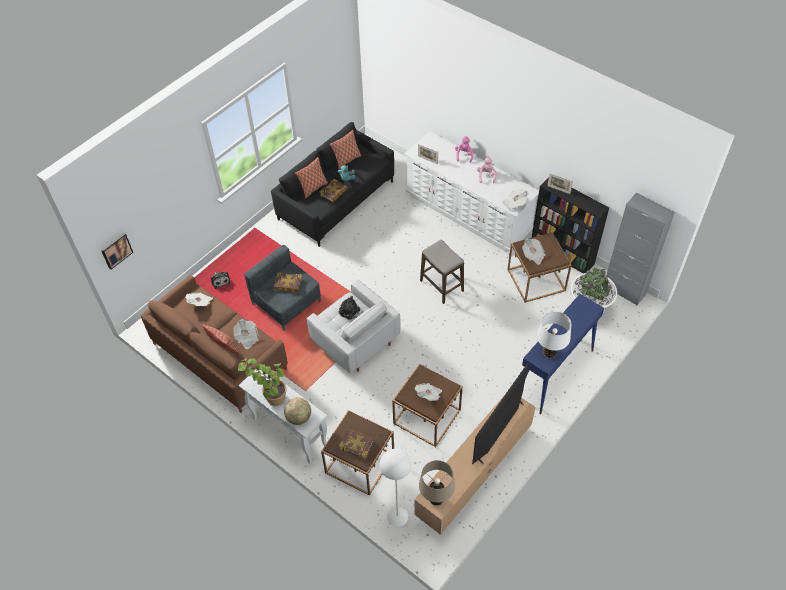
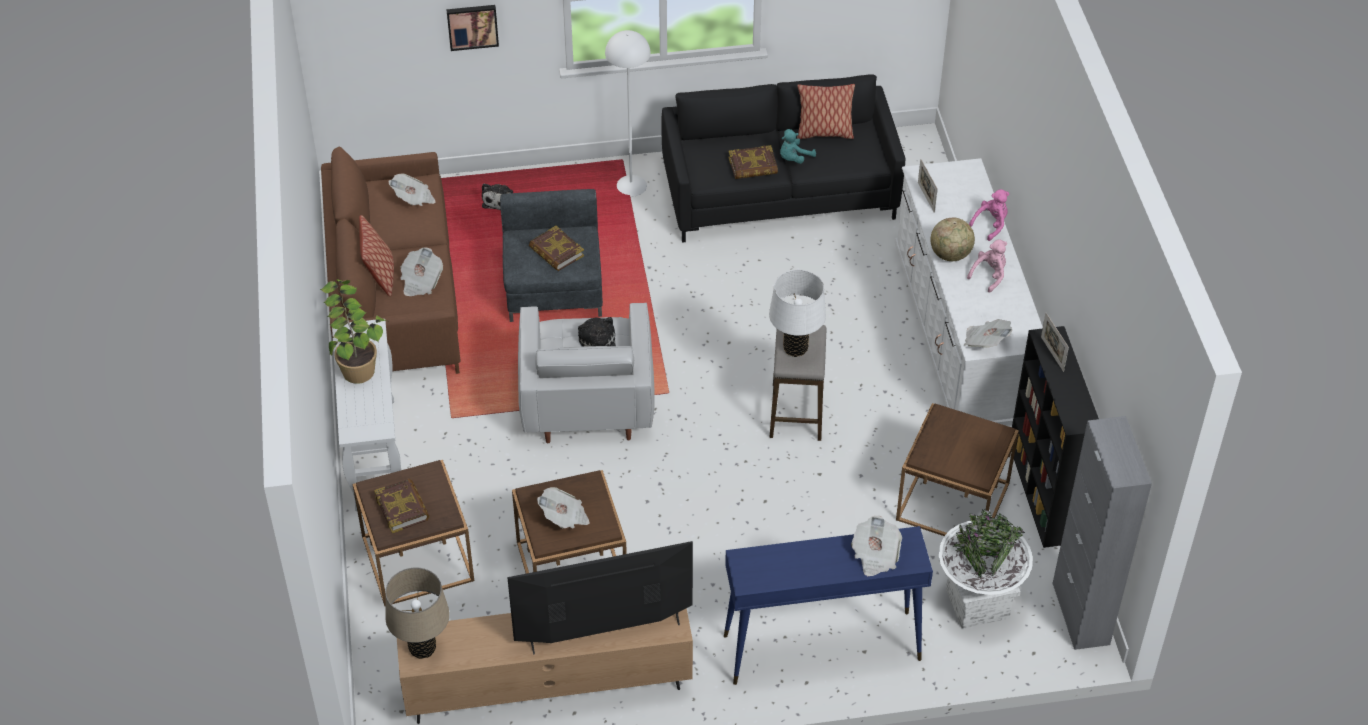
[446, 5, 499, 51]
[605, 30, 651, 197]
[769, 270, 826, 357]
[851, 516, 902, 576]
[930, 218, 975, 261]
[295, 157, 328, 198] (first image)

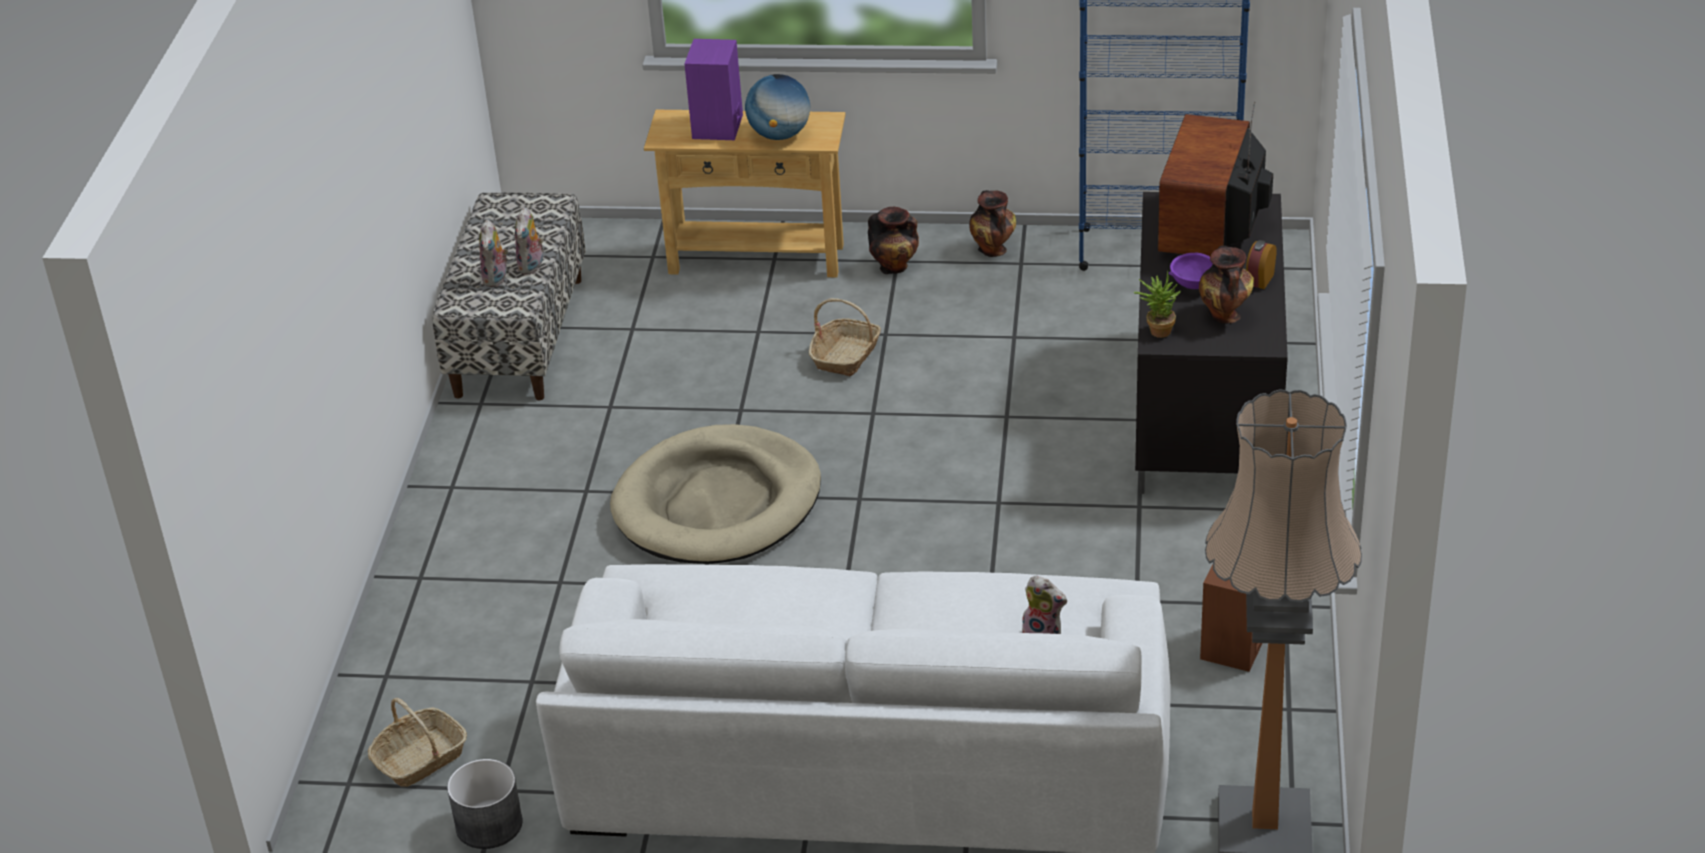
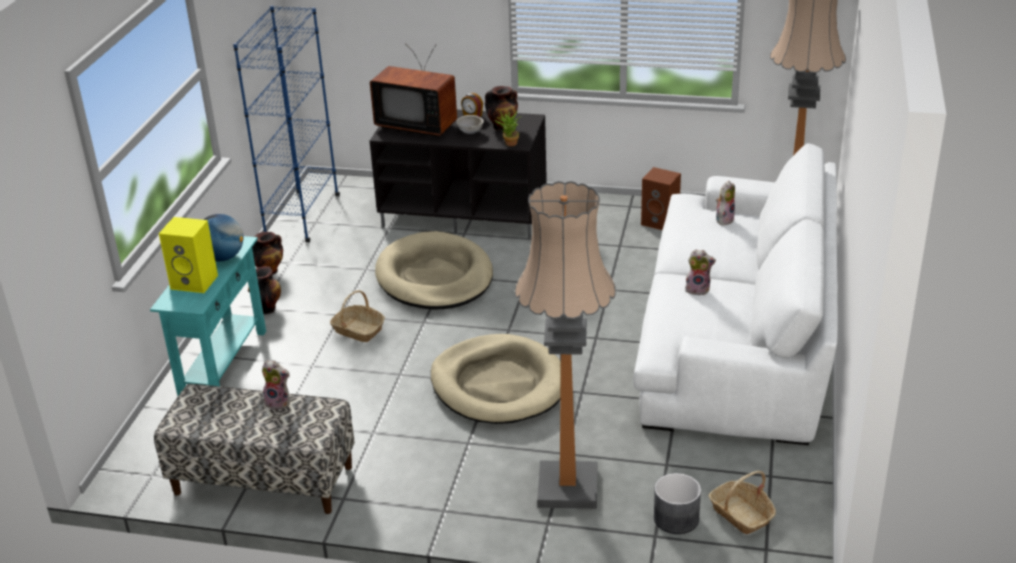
[150, 236, 266, 396]
[159, 217, 218, 293]
[375, 231, 493, 310]
[456, 115, 484, 134]
[515, 181, 616, 509]
[654, 473, 701, 534]
[685, 249, 716, 295]

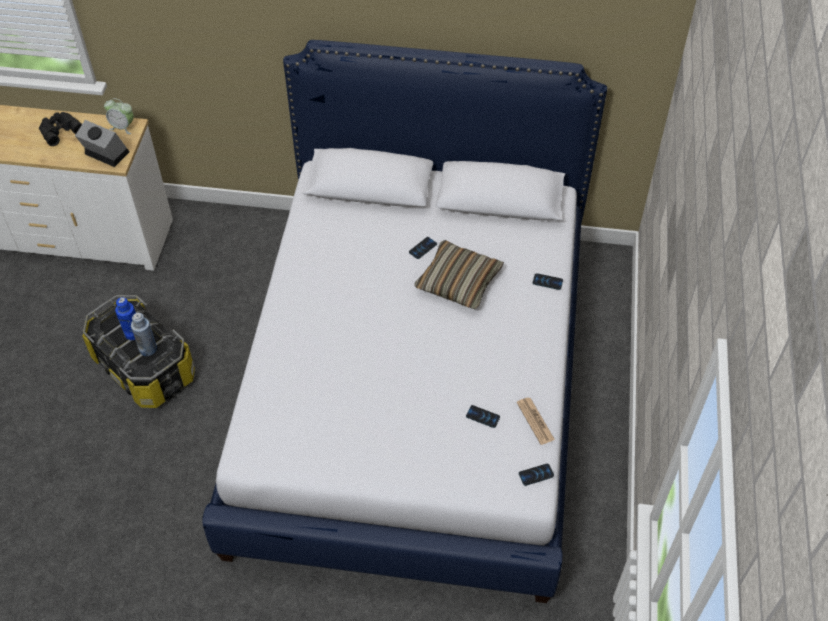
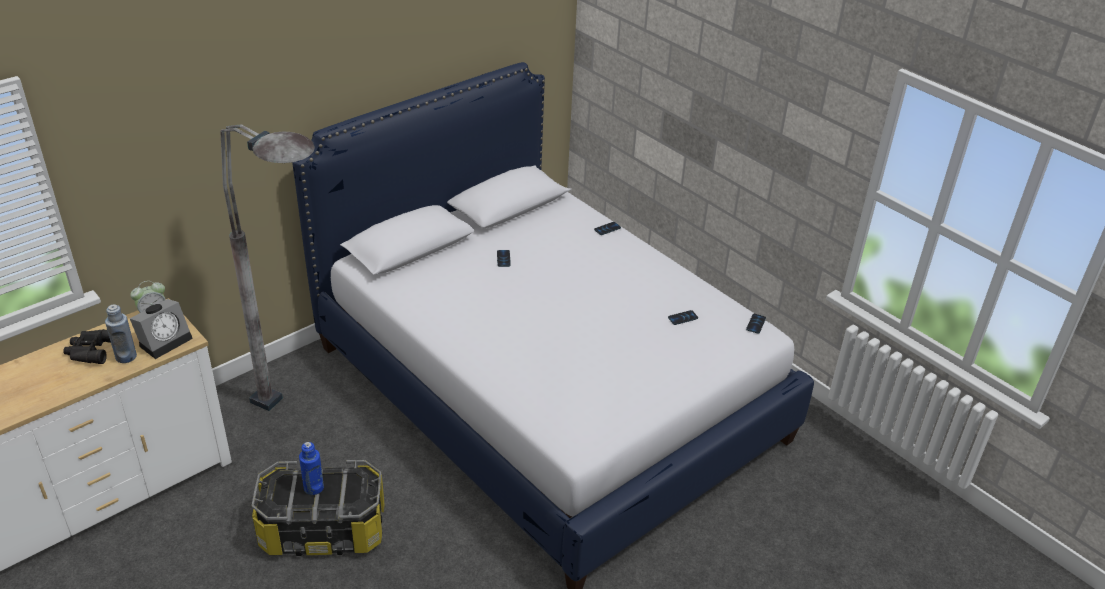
[105, 304, 137, 363]
[130, 299, 193, 359]
[220, 124, 315, 411]
[414, 240, 504, 309] (first image)
[516, 397, 555, 445] (first image)

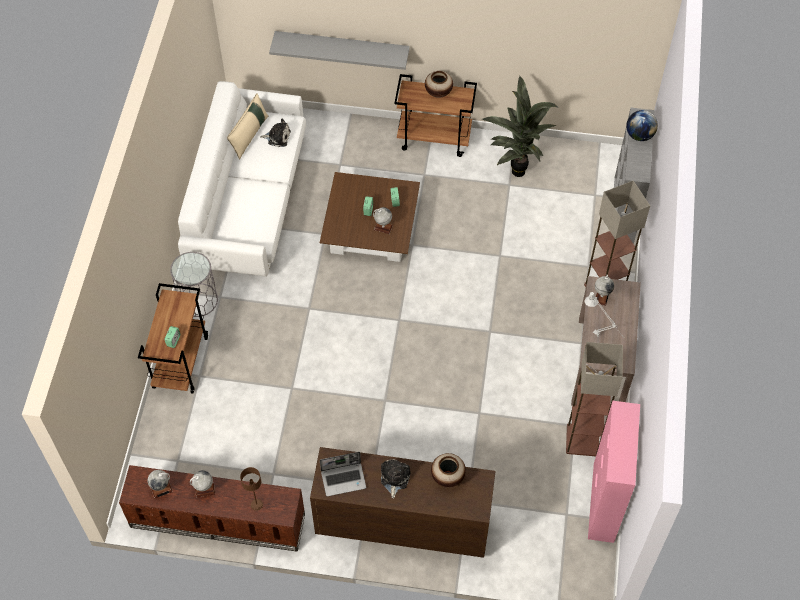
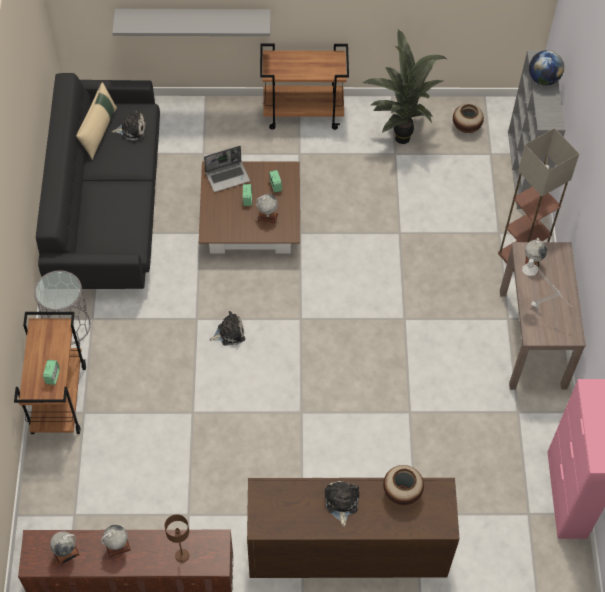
[36, 73, 160, 289]
[204, 146, 250, 192]
[210, 311, 245, 346]
[453, 104, 484, 133]
[566, 342, 623, 456] (first image)

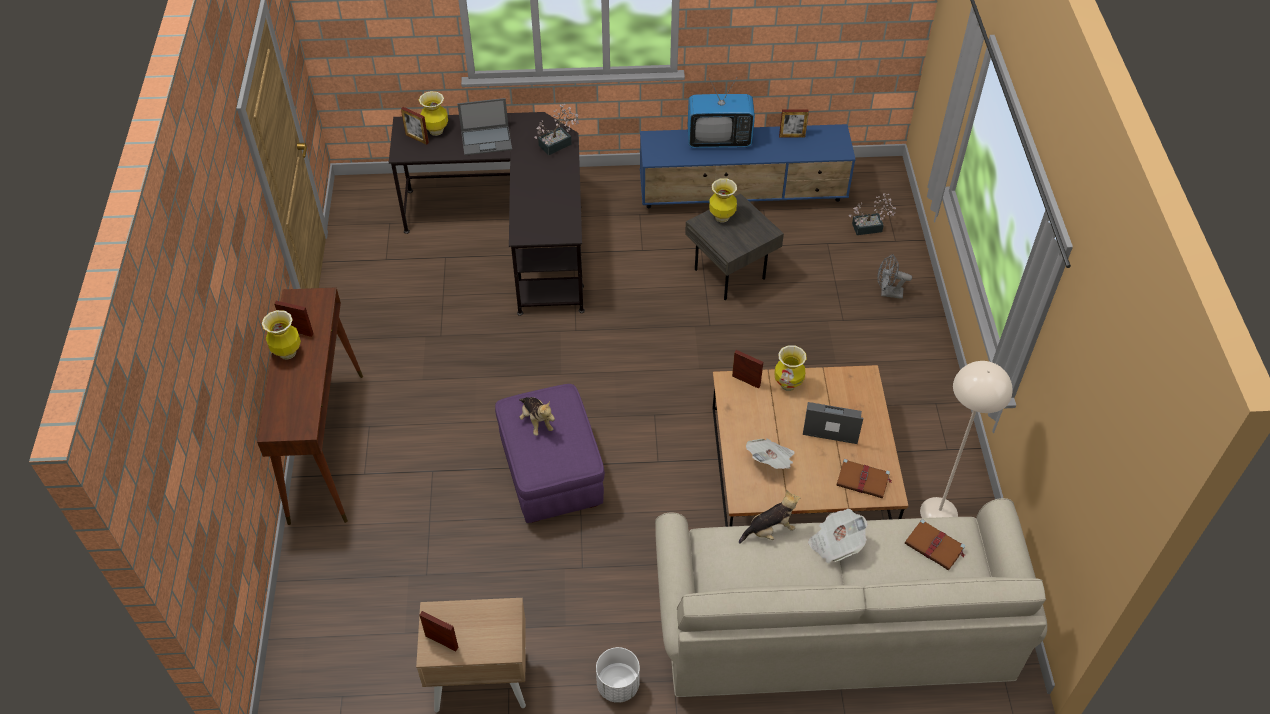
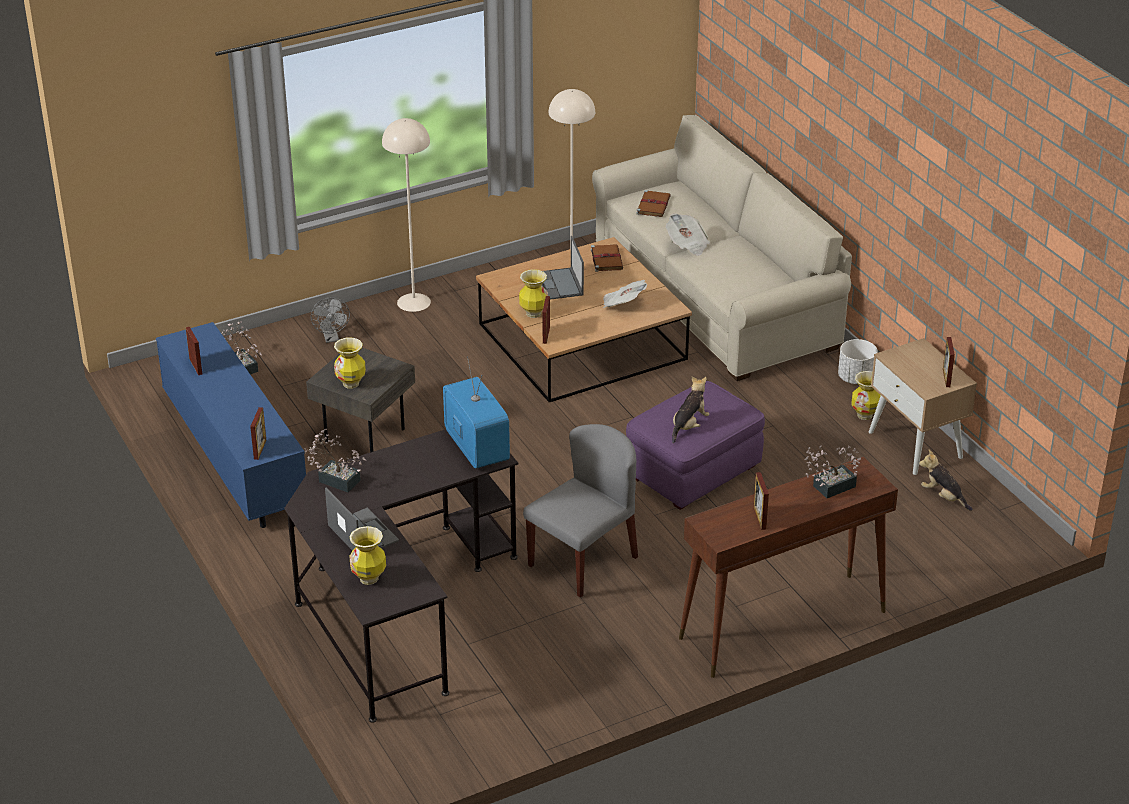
[250, 407, 266, 460]
[382, 118, 431, 312]
[443, 357, 510, 469]
[523, 424, 638, 598]
[804, 445, 861, 498]
[851, 371, 881, 420]
[919, 449, 973, 511]

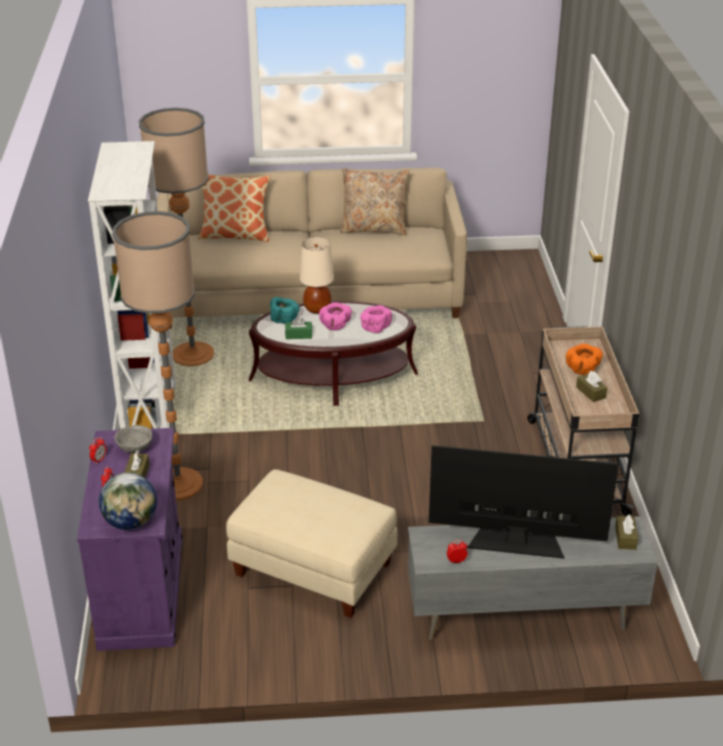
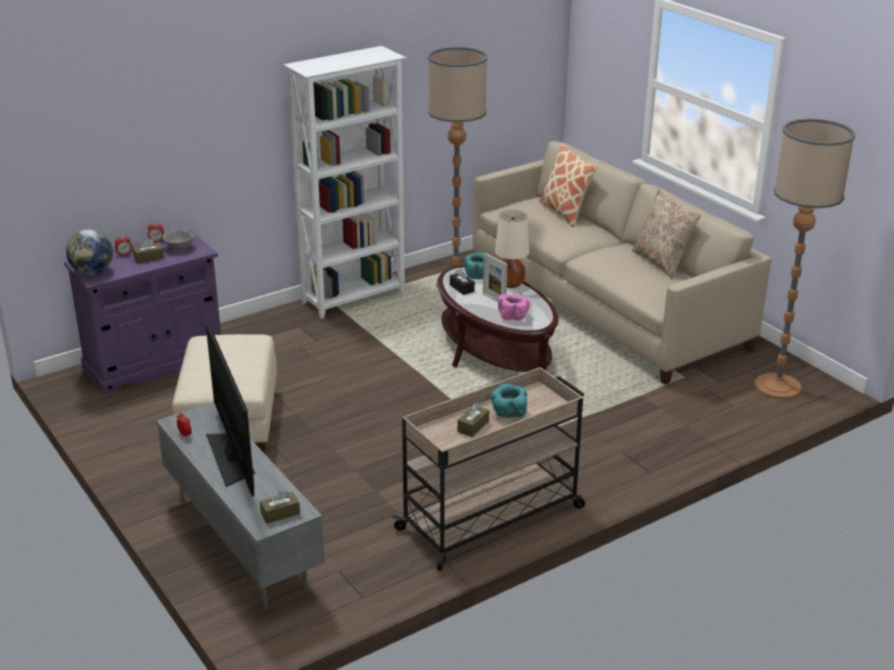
[450, 269, 475, 295]
[483, 253, 508, 302]
[491, 384, 527, 418]
[755, 119, 855, 399]

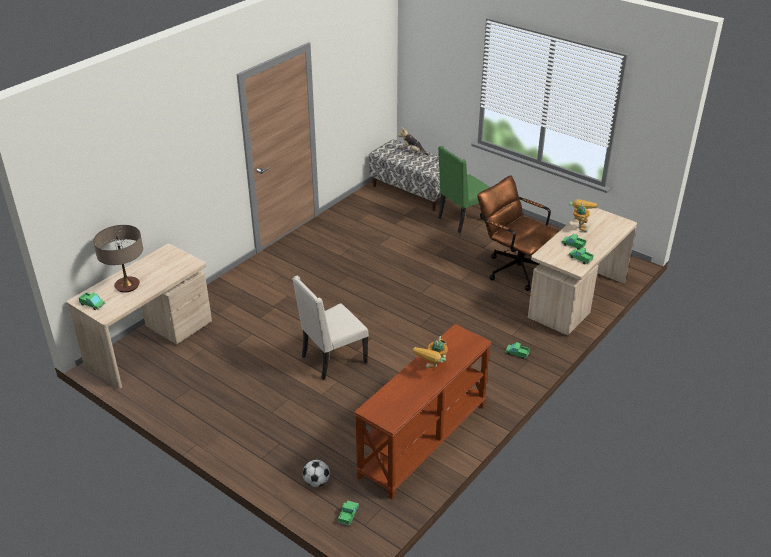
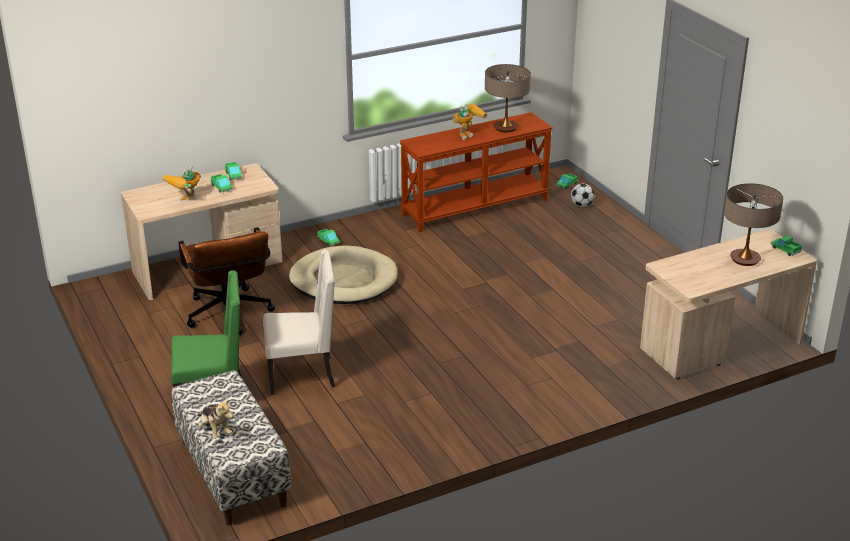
[263, 250, 335, 395]
[289, 245, 398, 304]
[485, 64, 531, 133]

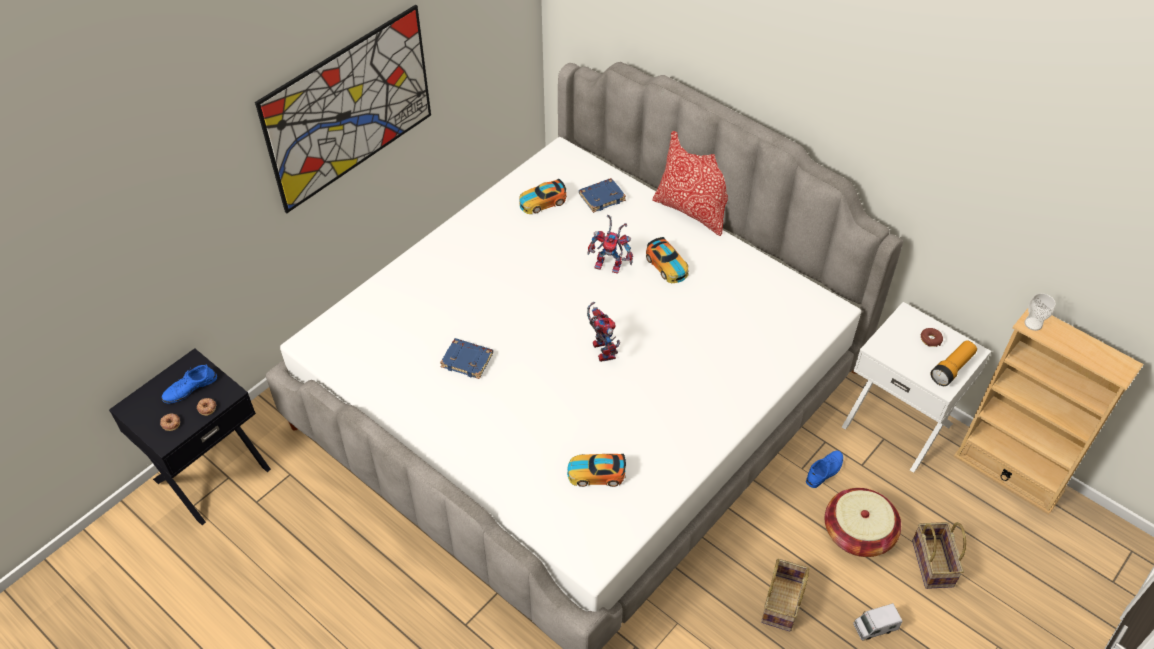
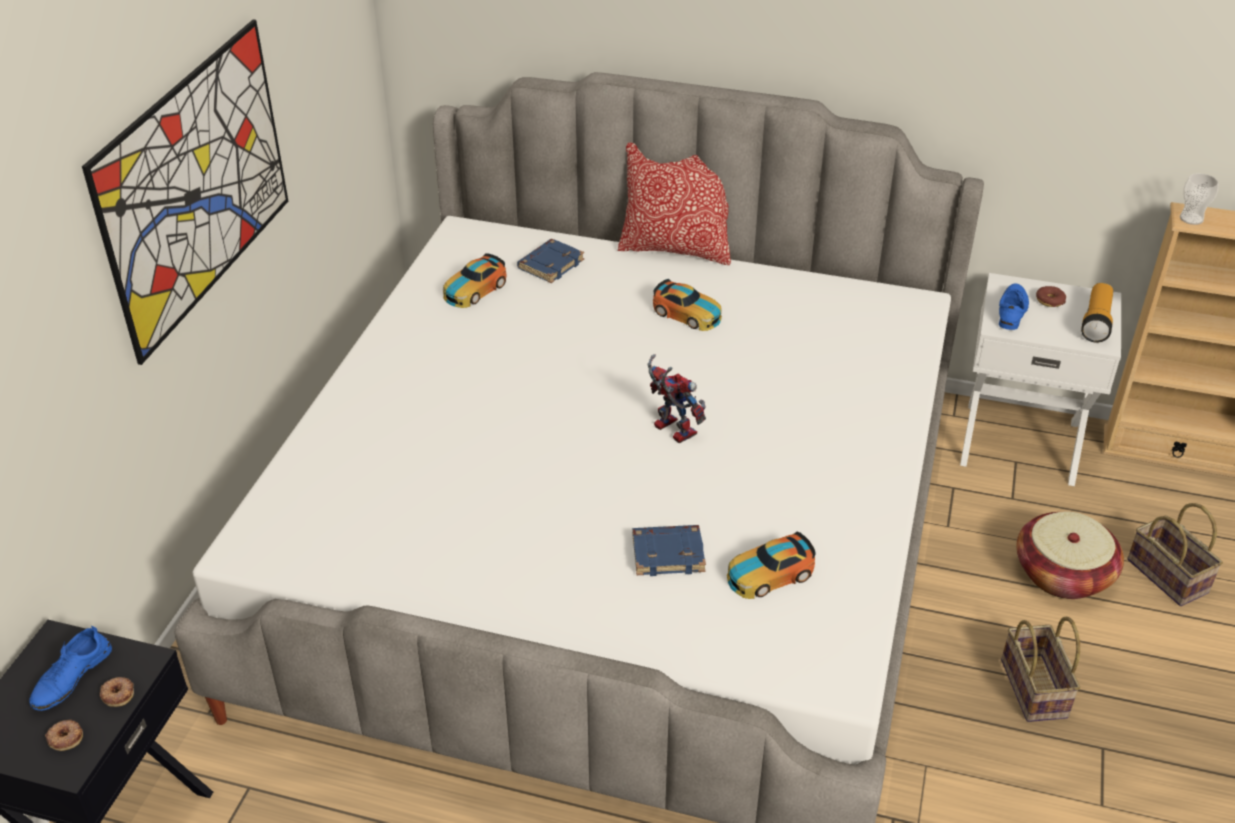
[632, 525, 706, 576]
[999, 284, 1029, 330]
[587, 215, 633, 274] (first image)
[853, 603, 902, 641] (first image)

